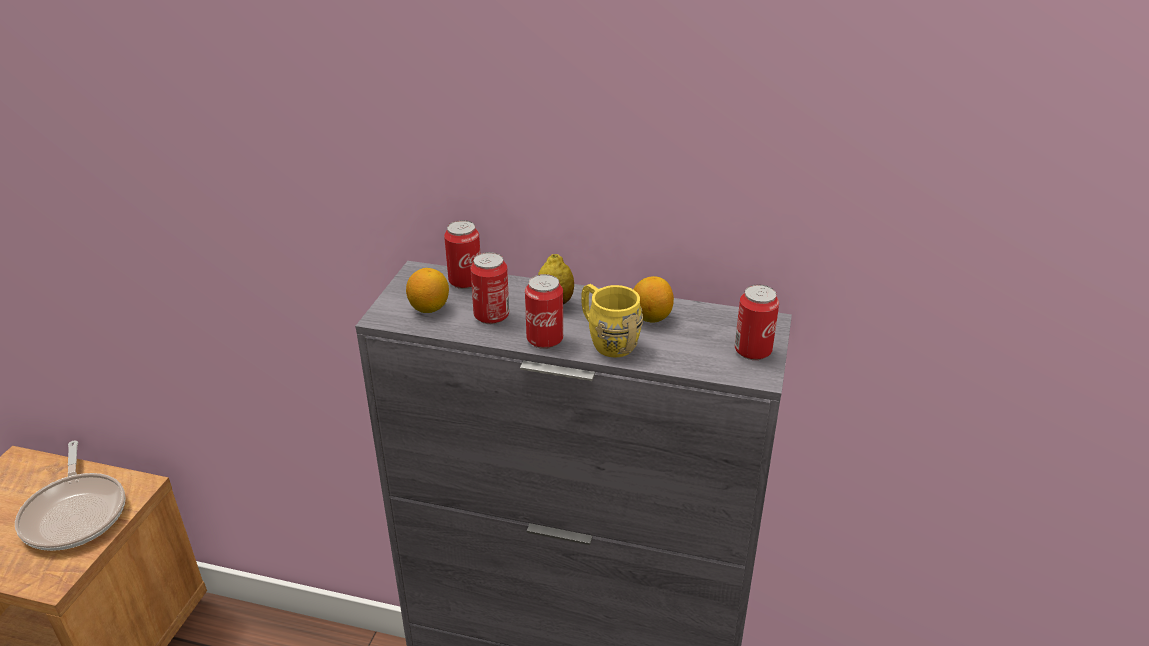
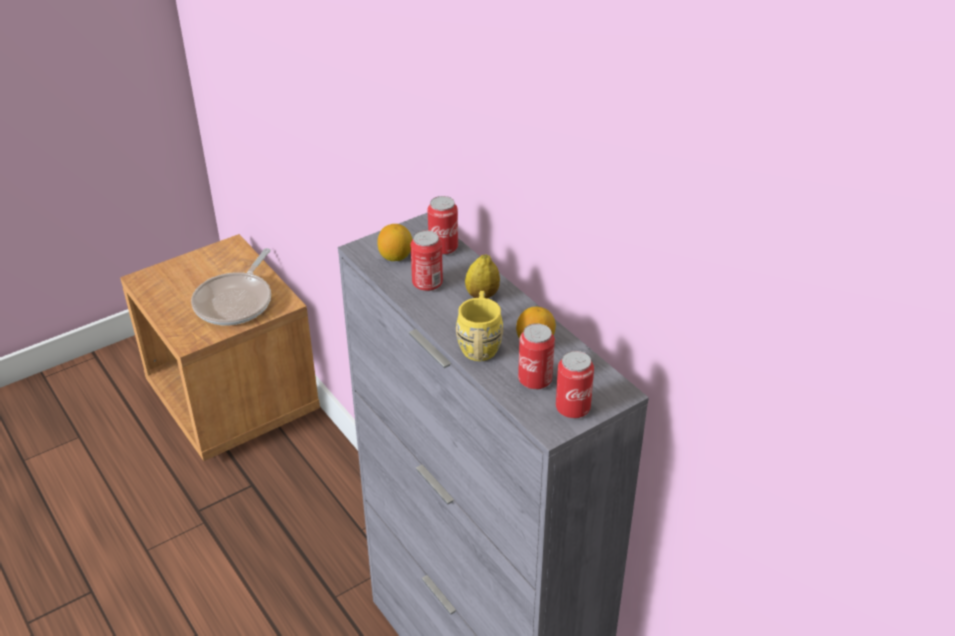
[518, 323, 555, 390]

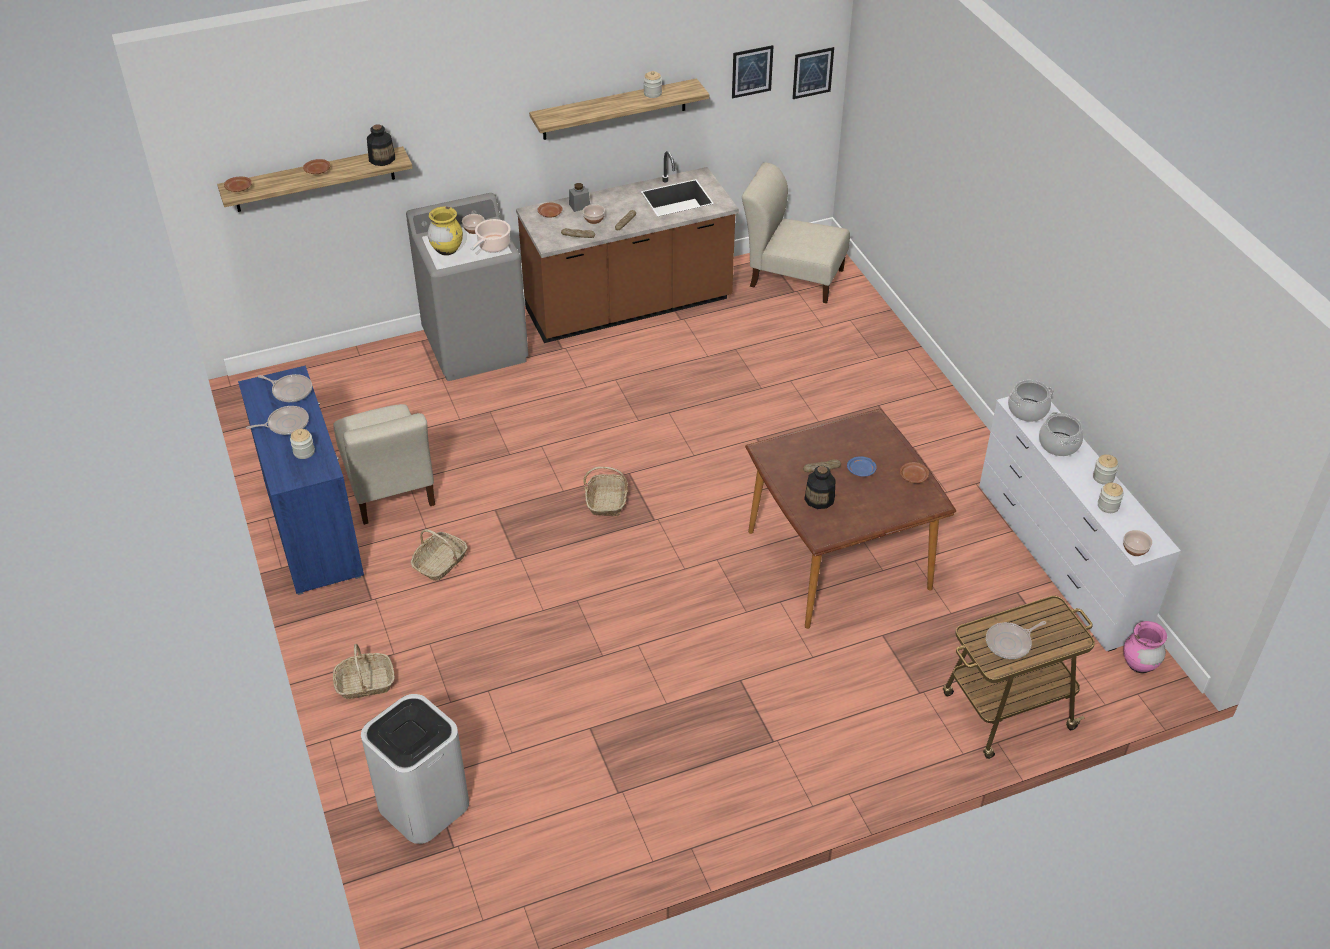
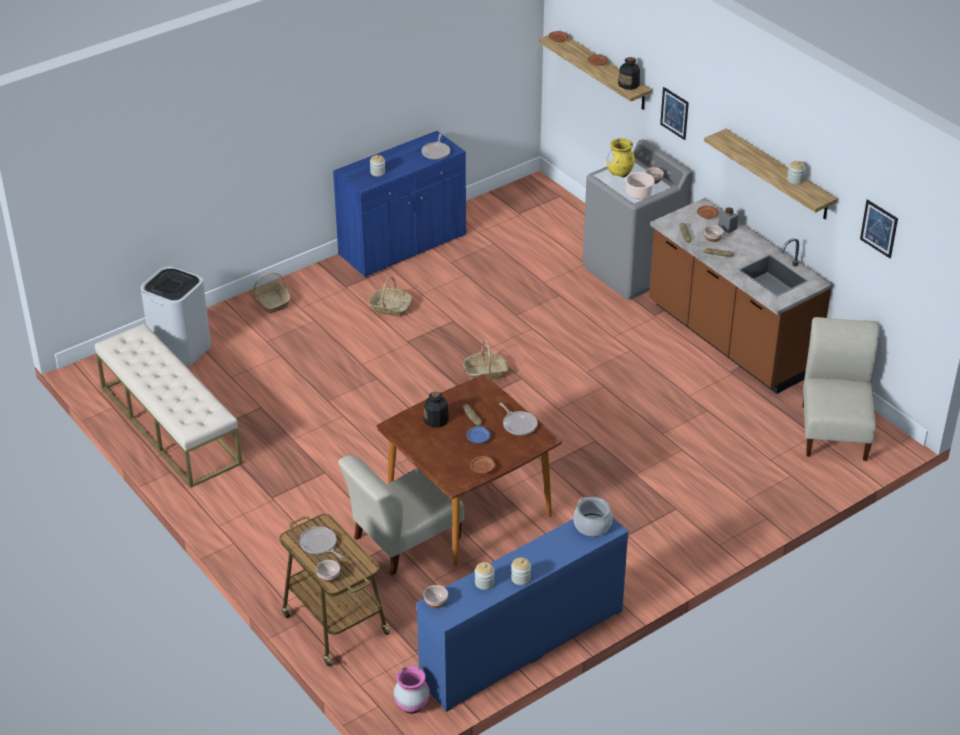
[95, 324, 243, 488]
[316, 560, 340, 582]
[338, 455, 464, 576]
[416, 517, 629, 712]
[499, 403, 538, 435]
[660, 87, 689, 140]
[1039, 412, 1083, 456] (first image)

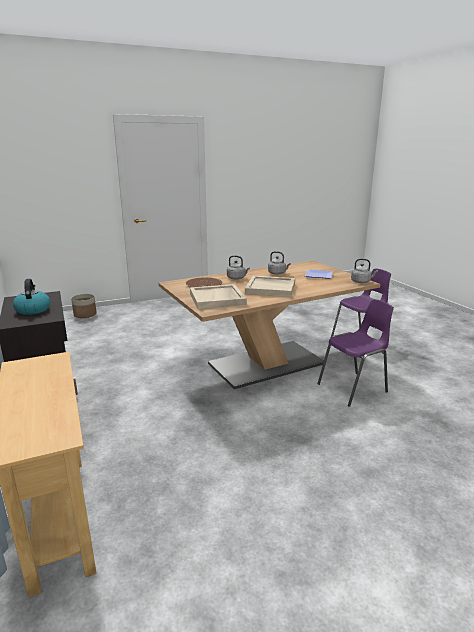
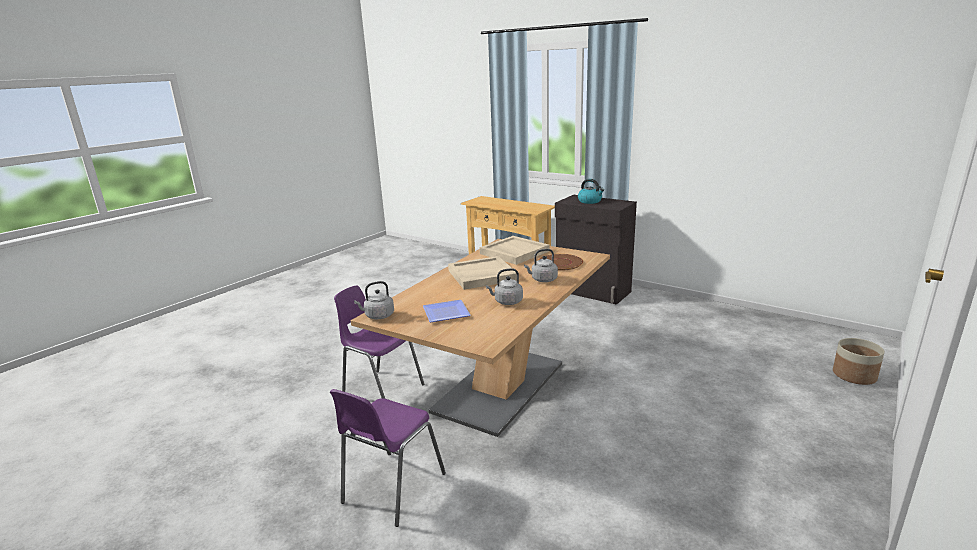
[334, 285, 425, 399]

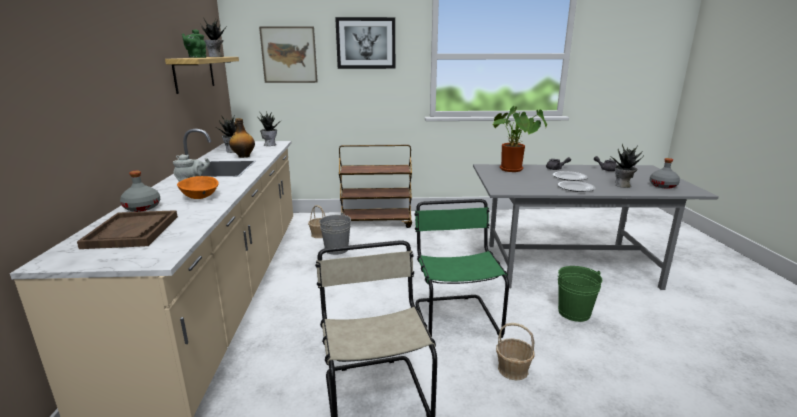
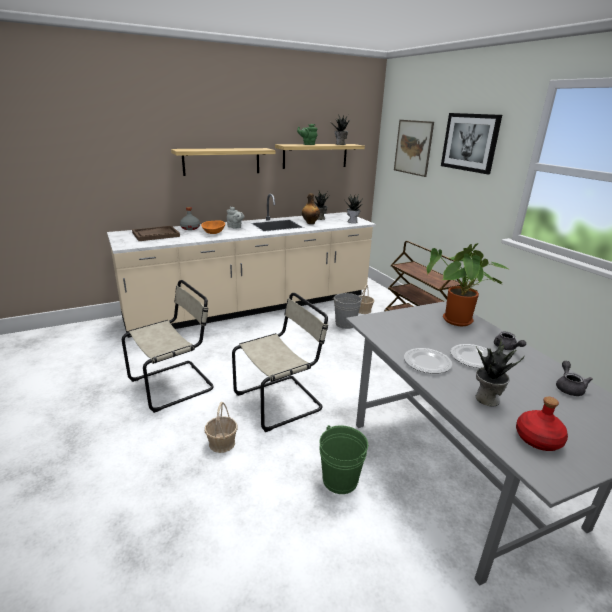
[171, 148, 276, 176]
[232, 293, 328, 432]
[516, 397, 568, 451]

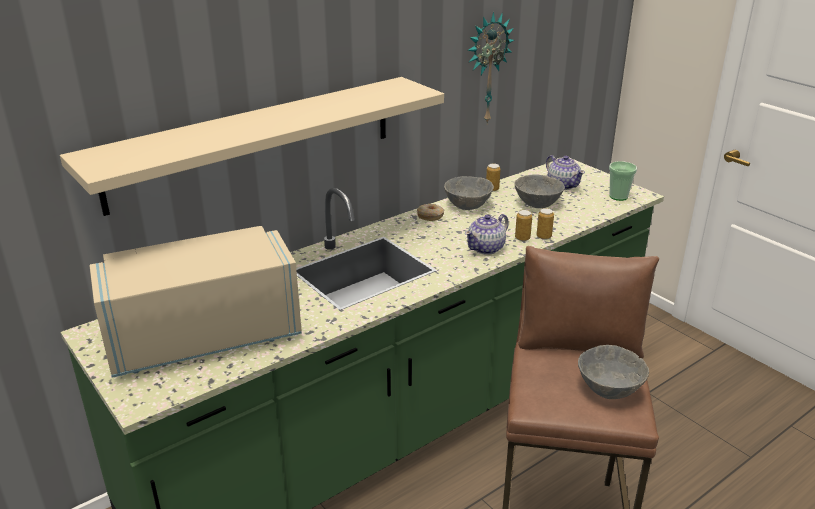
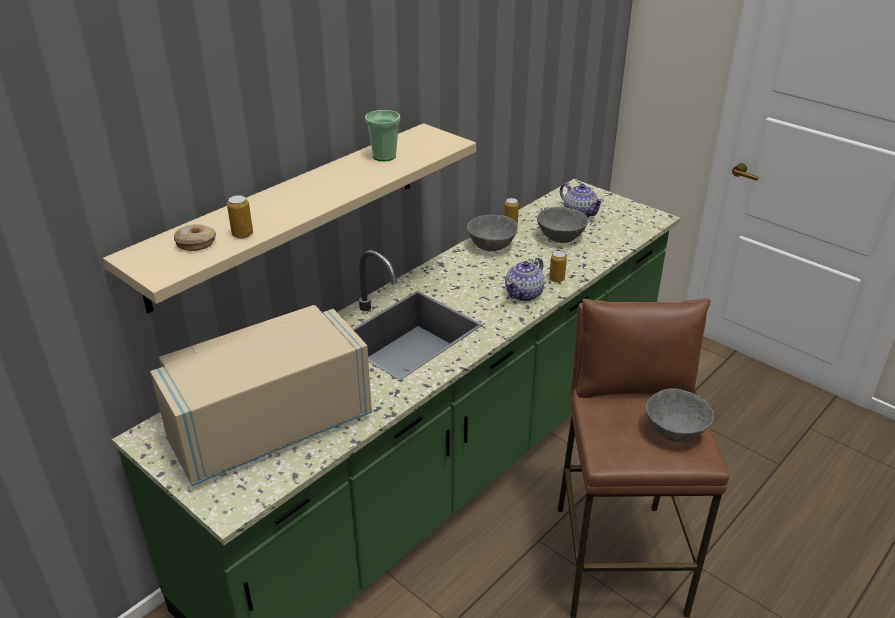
[174, 225, 216, 251]
[227, 195, 253, 239]
[365, 110, 400, 161]
[467, 12, 514, 125] (first image)

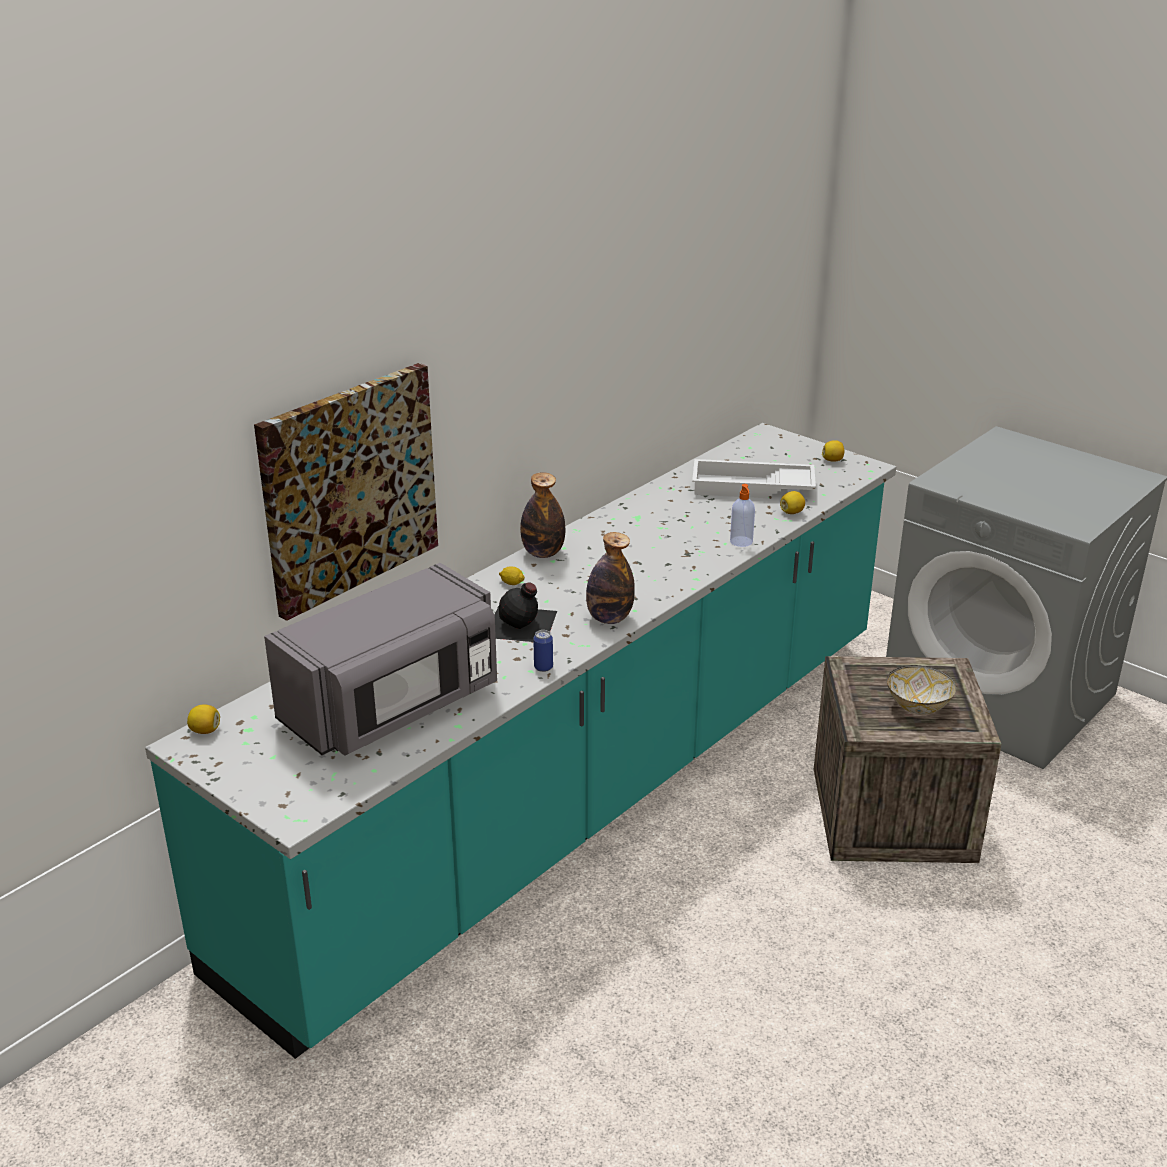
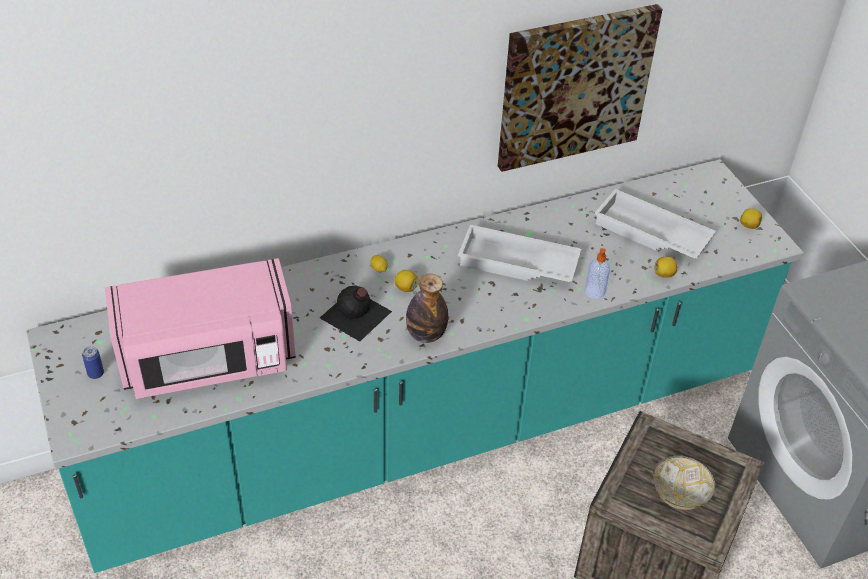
[82, 346, 104, 379]
[105, 258, 296, 399]
[394, 270, 418, 292]
[458, 225, 581, 282]
[498, 4, 663, 172]
[520, 473, 565, 558] (first image)

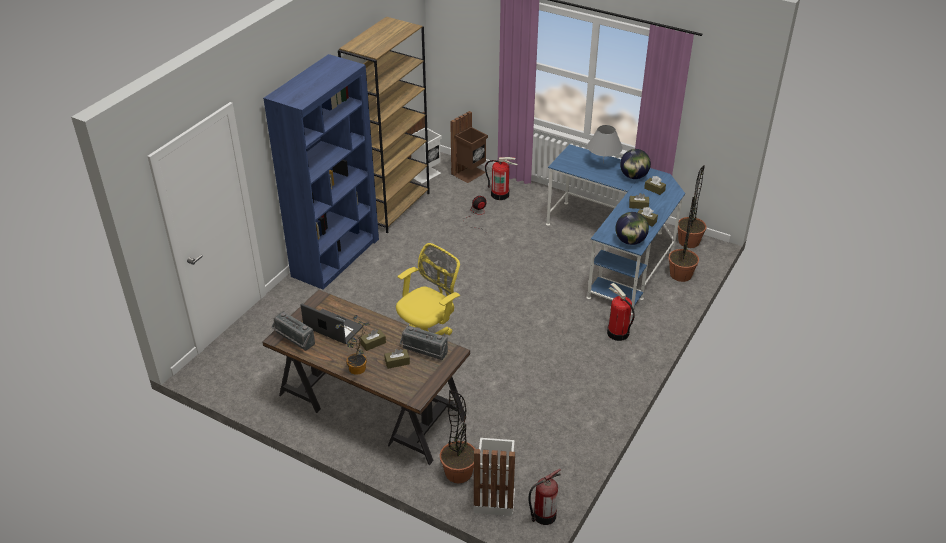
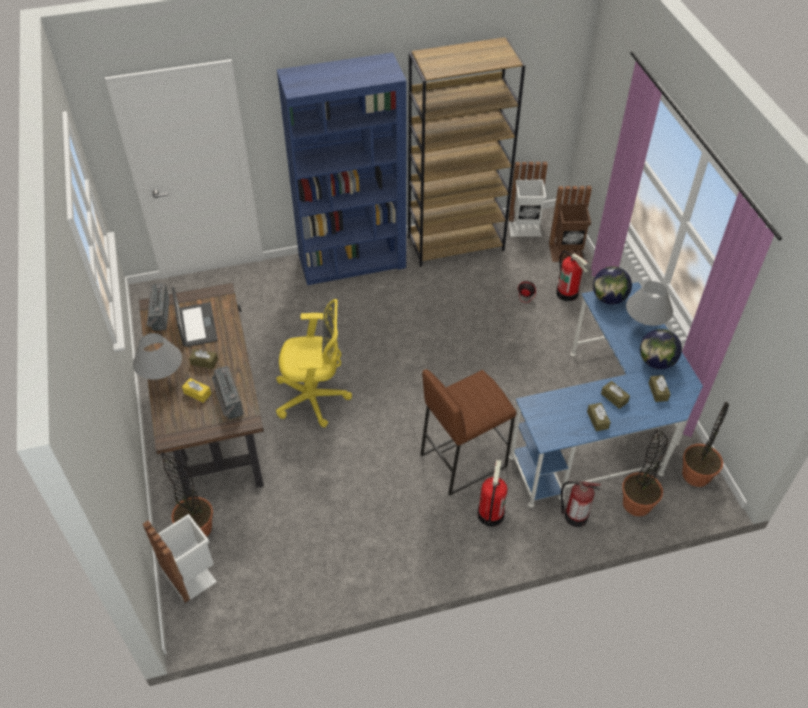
[133, 333, 182, 380]
[182, 378, 211, 403]
[420, 369, 516, 496]
[561, 481, 601, 527]
[593, 266, 632, 304]

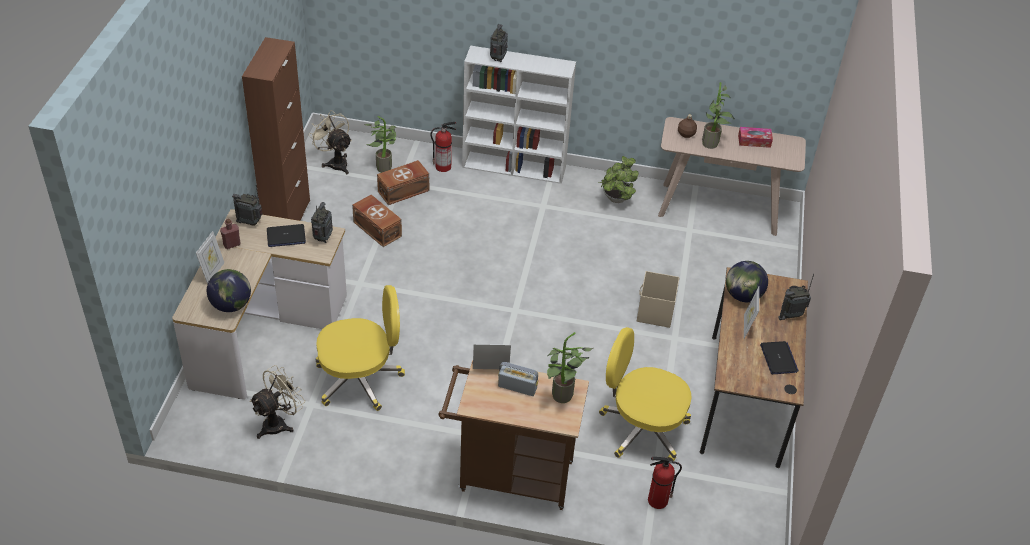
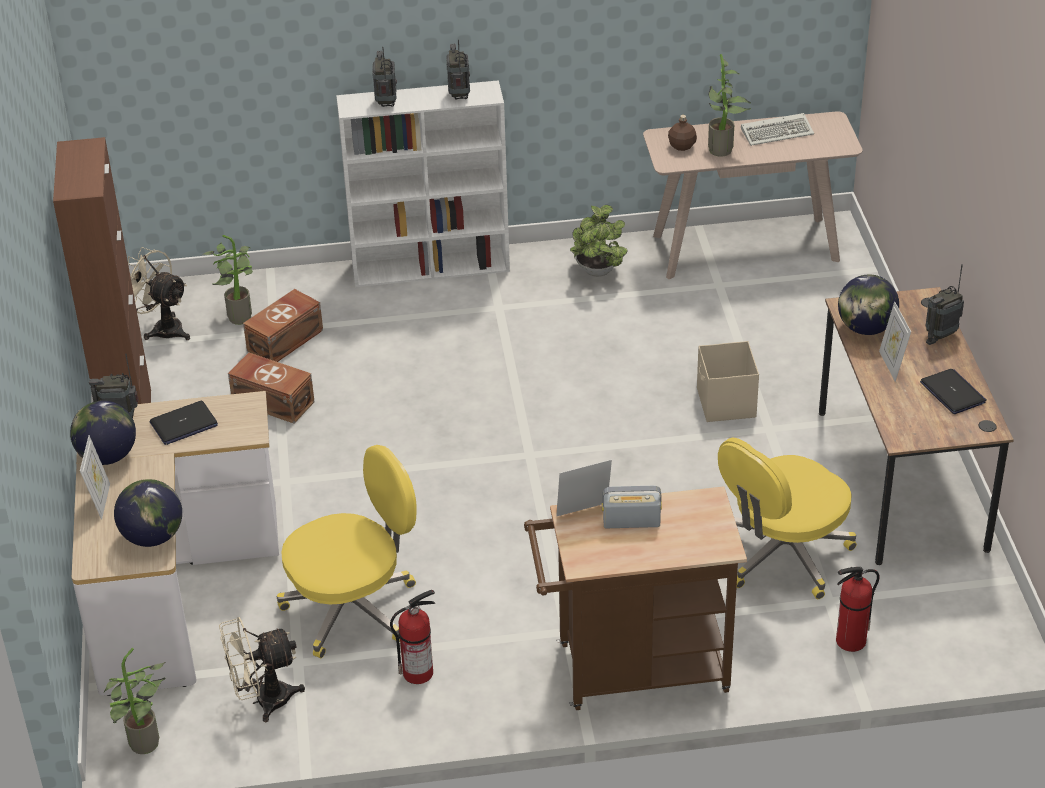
[70, 401, 136, 465]
[104, 648, 166, 754]
[219, 617, 305, 722]
[390, 590, 435, 684]
[446, 40, 470, 99]
[718, 437, 857, 599]
[741, 113, 814, 146]

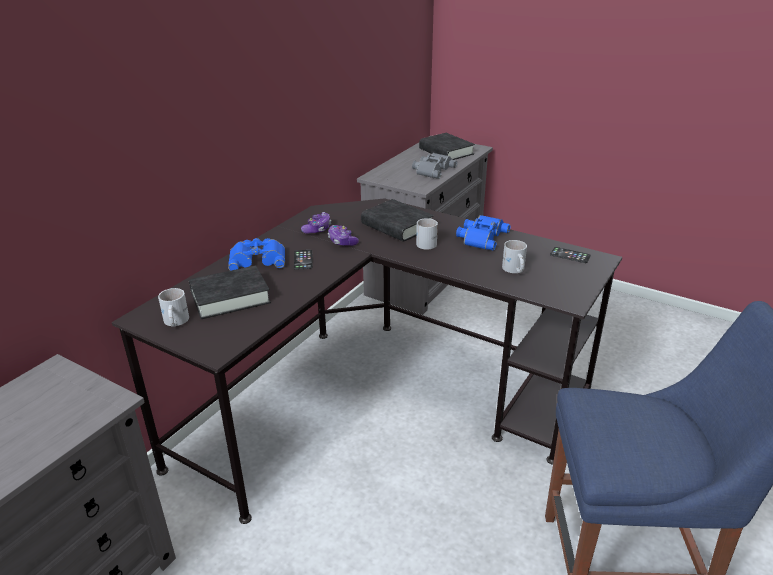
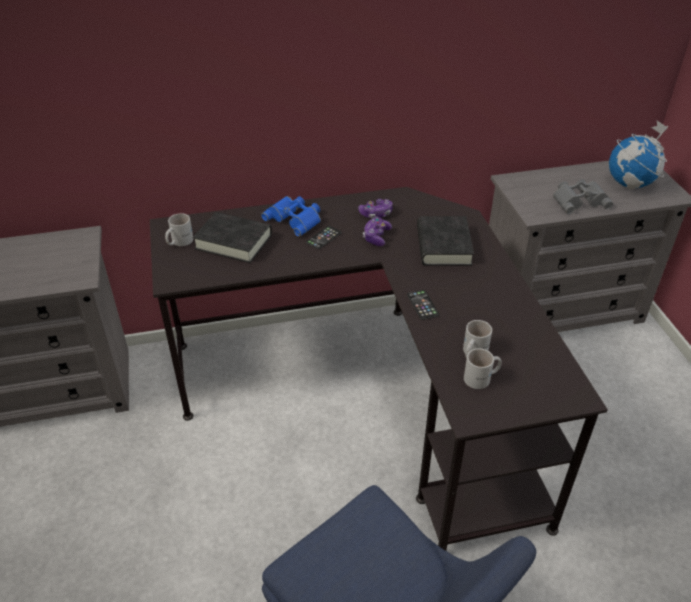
[407, 290, 439, 320]
[464, 348, 502, 389]
[609, 121, 669, 189]
[456, 215, 511, 251] (first image)

